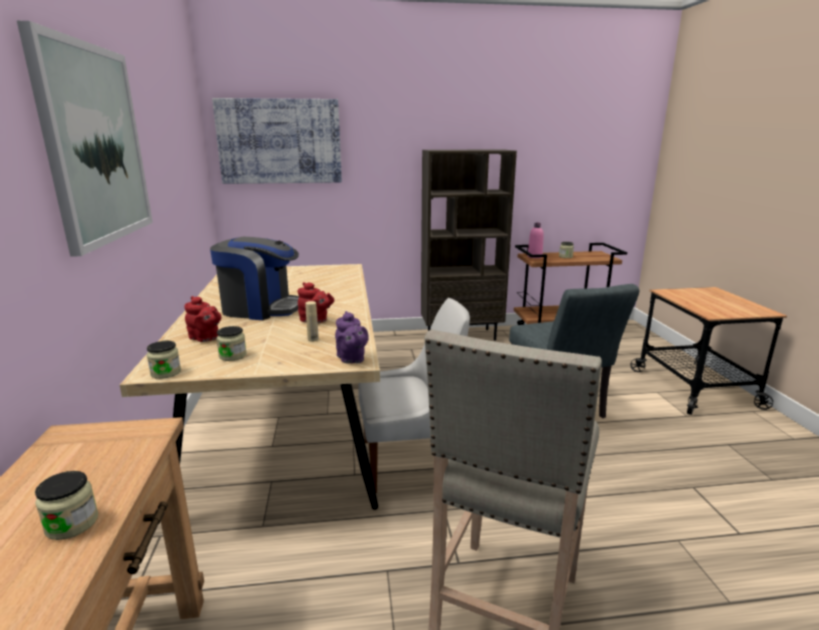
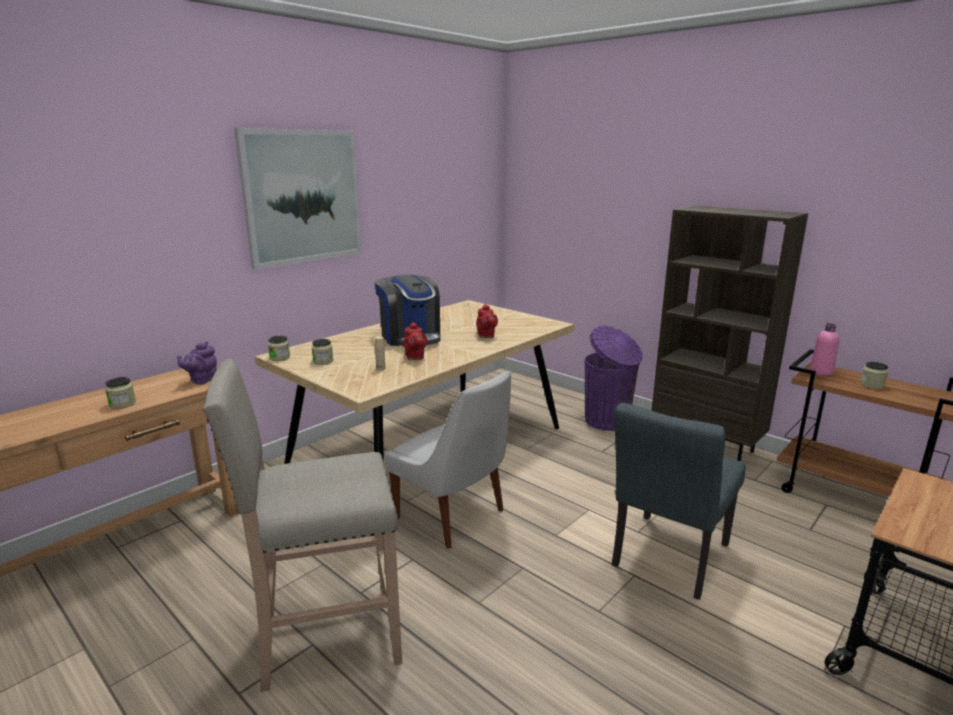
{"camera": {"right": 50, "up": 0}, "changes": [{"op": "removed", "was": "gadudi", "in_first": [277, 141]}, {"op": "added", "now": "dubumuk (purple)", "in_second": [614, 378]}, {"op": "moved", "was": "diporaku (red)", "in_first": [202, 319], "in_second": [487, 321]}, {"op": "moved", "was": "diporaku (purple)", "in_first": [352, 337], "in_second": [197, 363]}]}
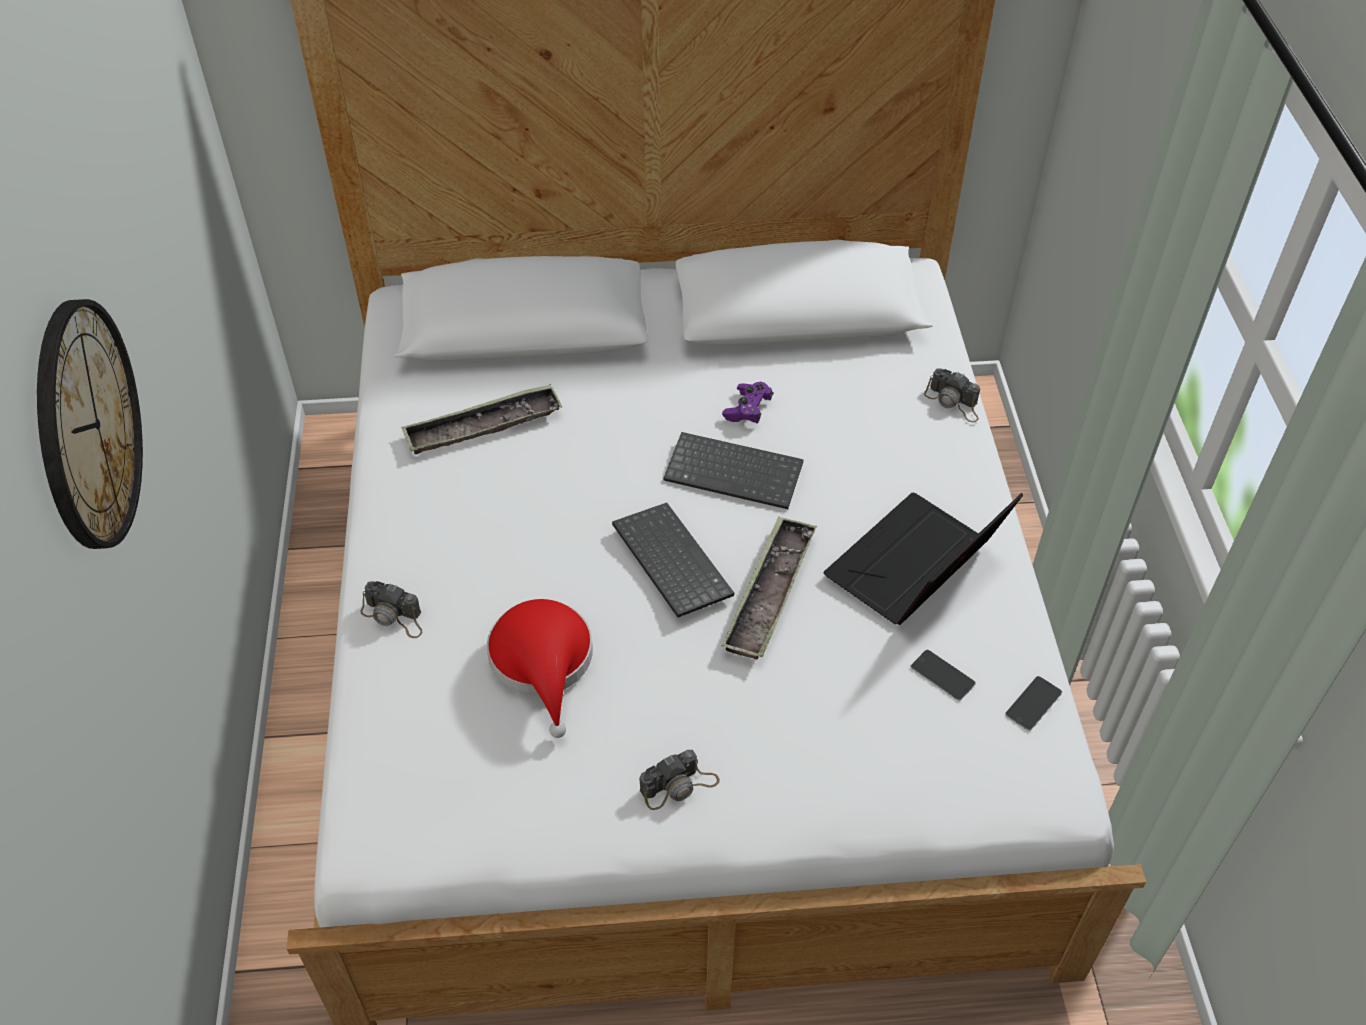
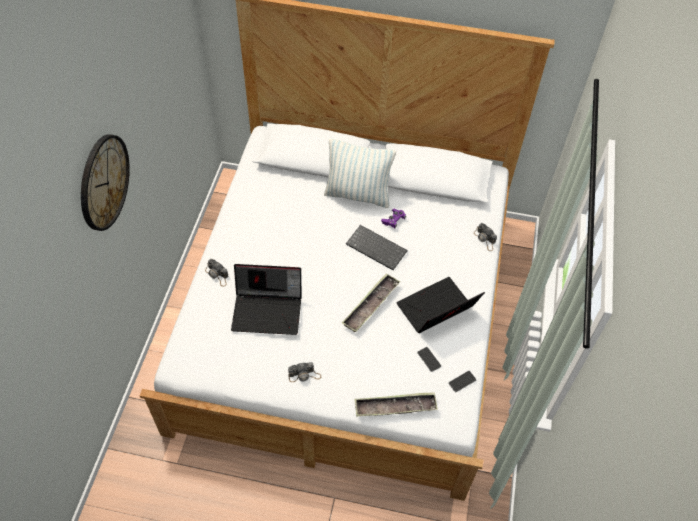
{"camera": {"right": 15, "up": 5}, "changes": [{"op": "removed", "was": "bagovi", "in_first": [673, 560]}, {"op": "added", "now": "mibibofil", "in_second": [360, 173]}, {"op": "moved", "was": "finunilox", "in_first": [481, 419], "in_second": [396, 404]}, {"op": "replaced", "was": "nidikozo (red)", "now": "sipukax", "in_first": [540, 668], "in_second": [266, 299]}]}
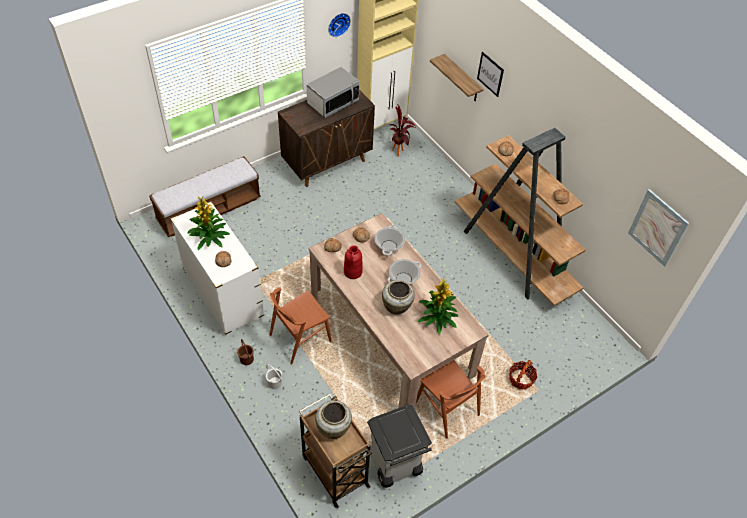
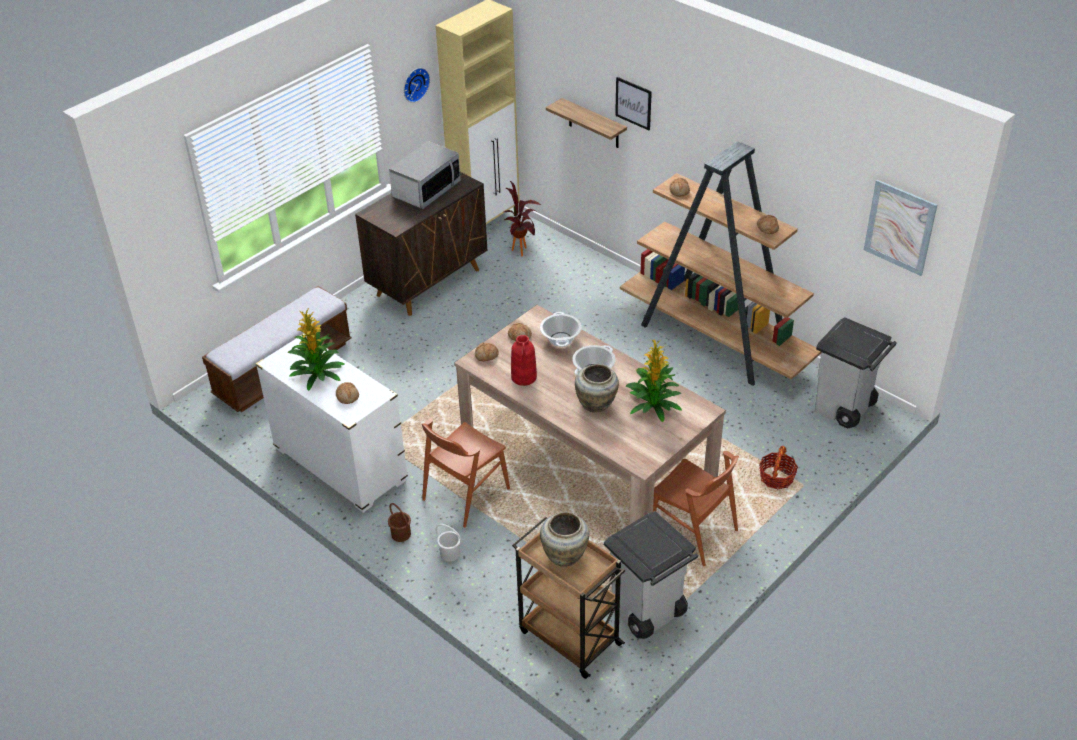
{"camera": {"right": -10, "up": -10}, "changes": [{"op": "added", "now": "dubumuk (grey)", "in_second": [856, 372]}]}
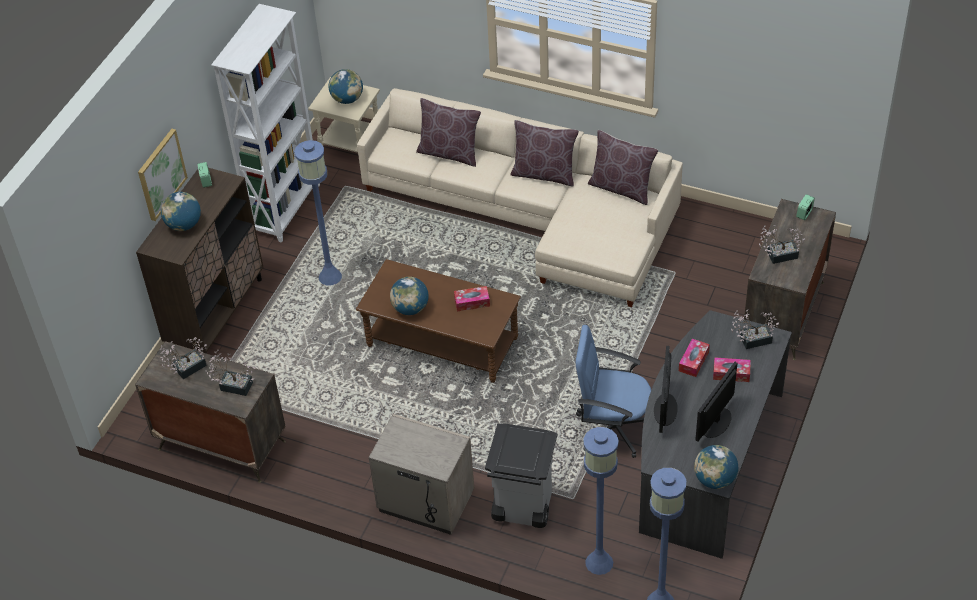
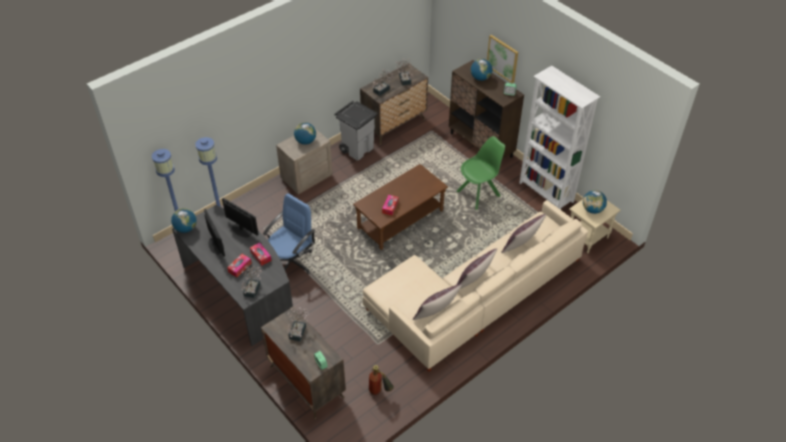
{"camera": {"right": 115, "up": 0}, "changes": [{"op": "added", "now": "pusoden", "in_second": [381, 380]}, {"op": "moved", "was": "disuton", "in_first": [409, 296], "in_second": [305, 133]}, {"op": "moved", "was": "dubumuk (grey)", "in_first": [521, 475], "in_second": [356, 131]}, {"op": "replaced", "was": "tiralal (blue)", "now": "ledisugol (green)", "in_first": [318, 212], "in_second": [481, 172]}]}
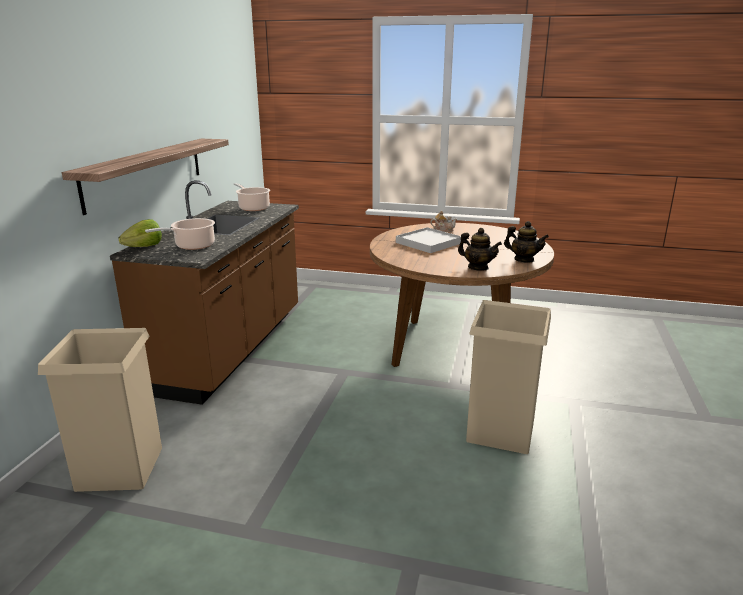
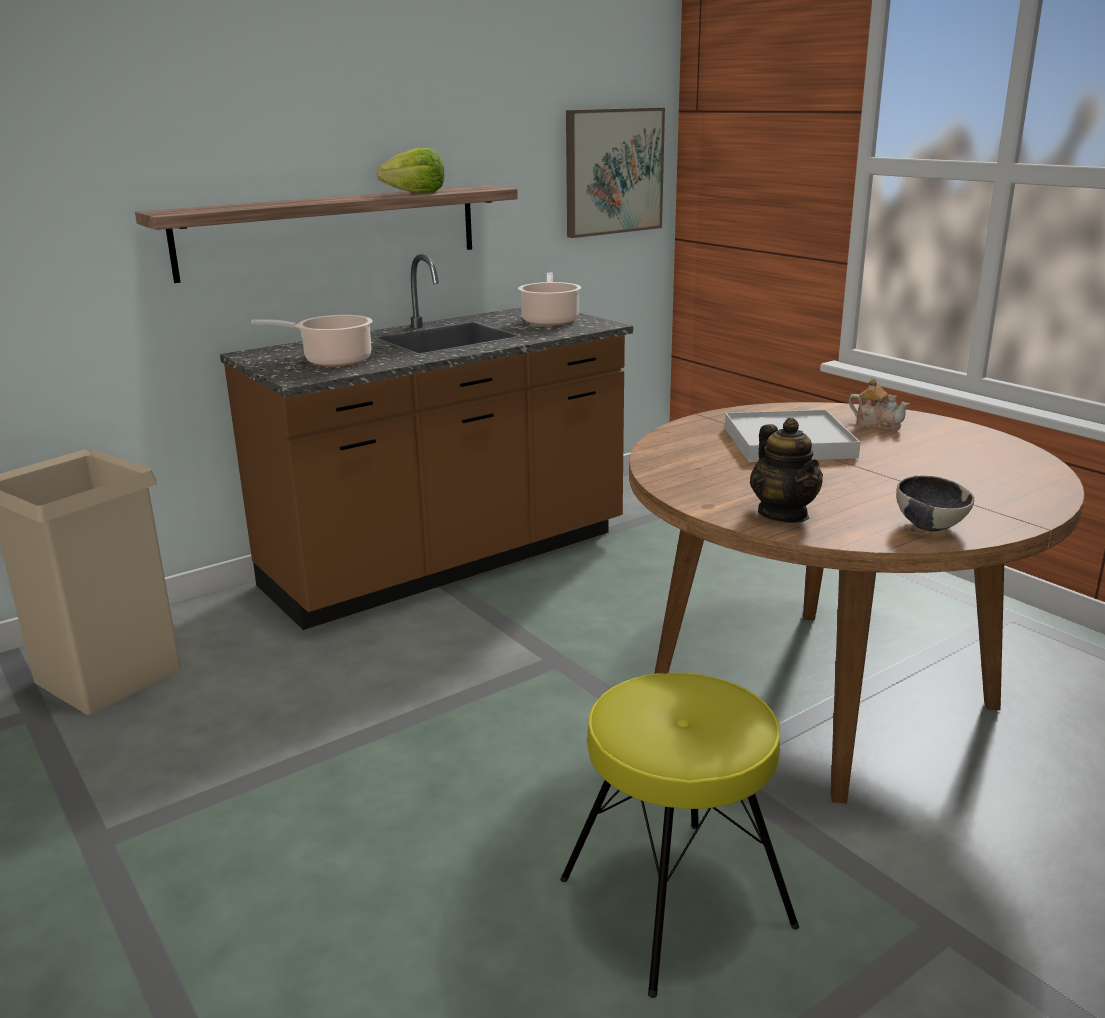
{"camera": {"right": 40, "up": 0}, "changes": [{"op": "added", "now": "gadudi", "in_second": [615, 173]}, {"op": "moved", "was": "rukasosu", "in_first": [140, 233], "in_second": [410, 170]}, {"op": "replaced", "was": "dubumuk (beige)", "now": "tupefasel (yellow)", "in_first": [508, 377], "in_second": [679, 835]}, {"op": "replaced", "was": "diporaku", "now": "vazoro", "in_first": [526, 241], "in_second": [935, 504]}]}
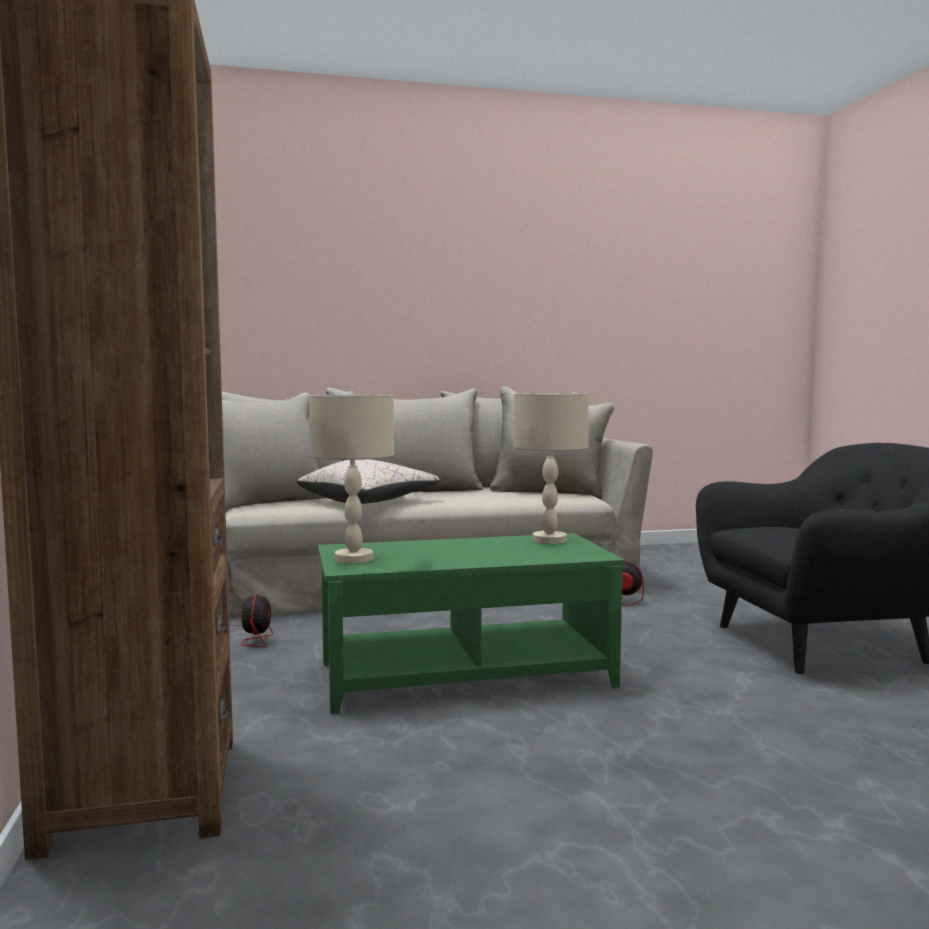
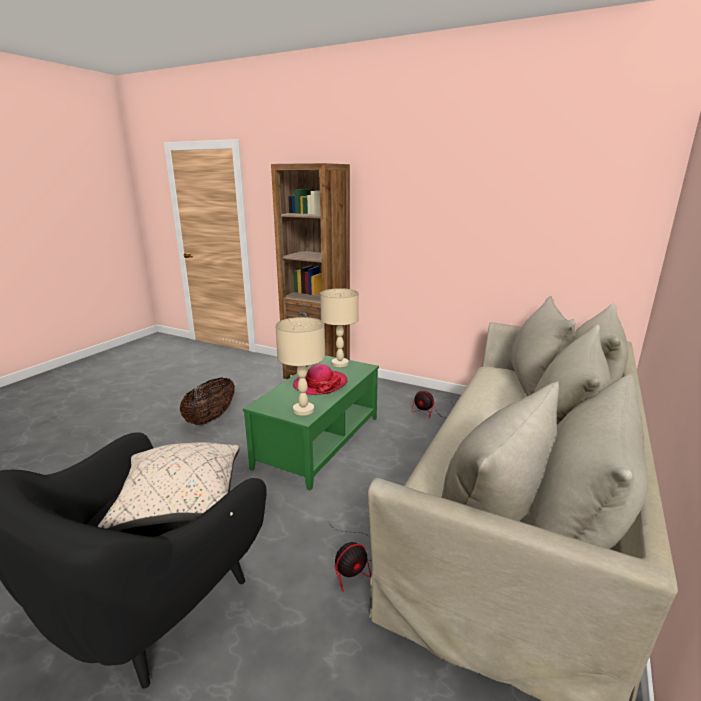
{"camera": {"right": 130, "up": 15}, "changes": [{"op": "added", "now": "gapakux", "in_second": [207, 401]}, {"op": "added", "now": "nidikozo", "in_second": [320, 379]}, {"op": "moved", "was": "mibibofil (beige)", "in_first": [368, 481], "in_second": [168, 486]}]}
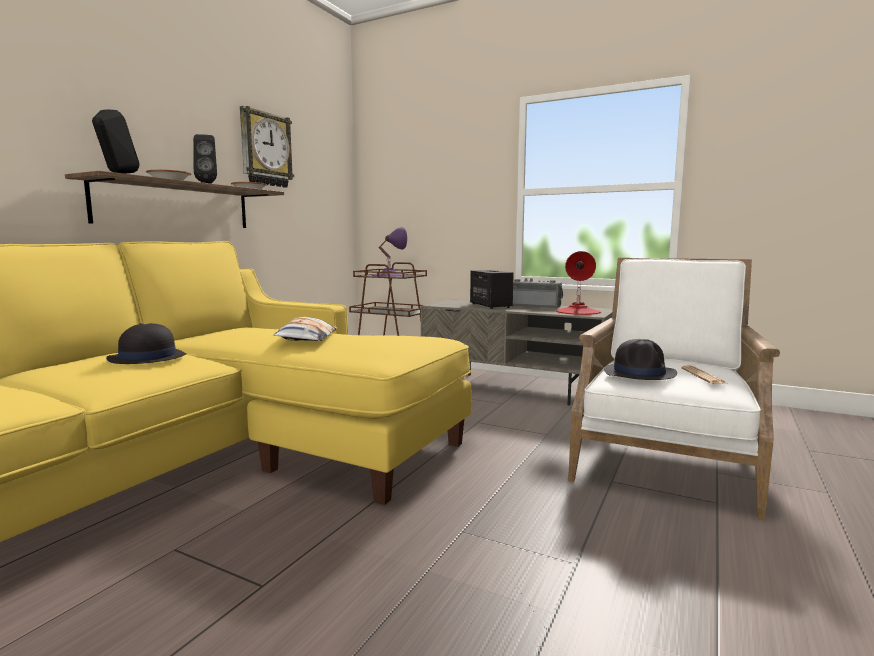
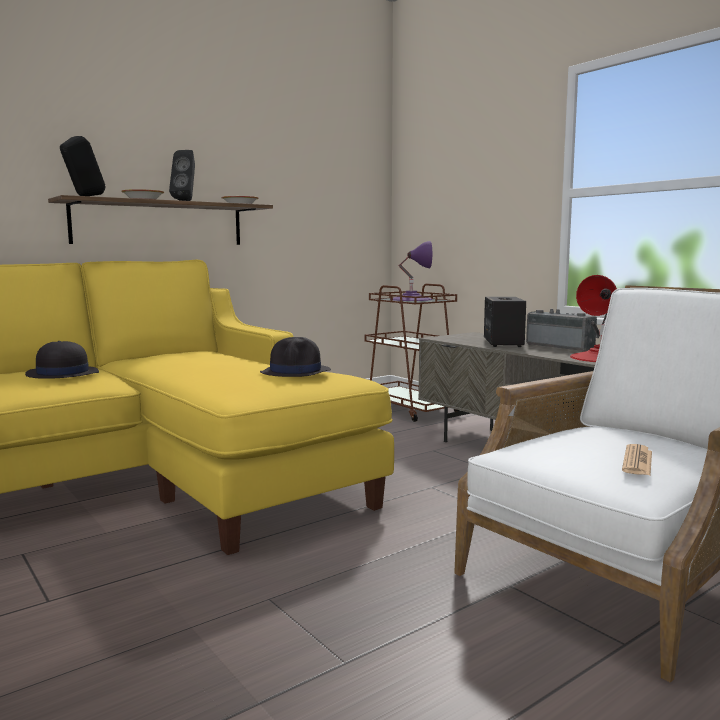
{"camera": {"right": 25, "up": 0}, "changes": [{"op": "removed", "was": "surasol", "in_first": [267, 147]}, {"op": "removed", "was": "mibibofil", "in_first": [305, 329]}, {"op": "moved", "was": "nidikozo (black)", "in_first": [640, 359], "in_second": [295, 357]}]}
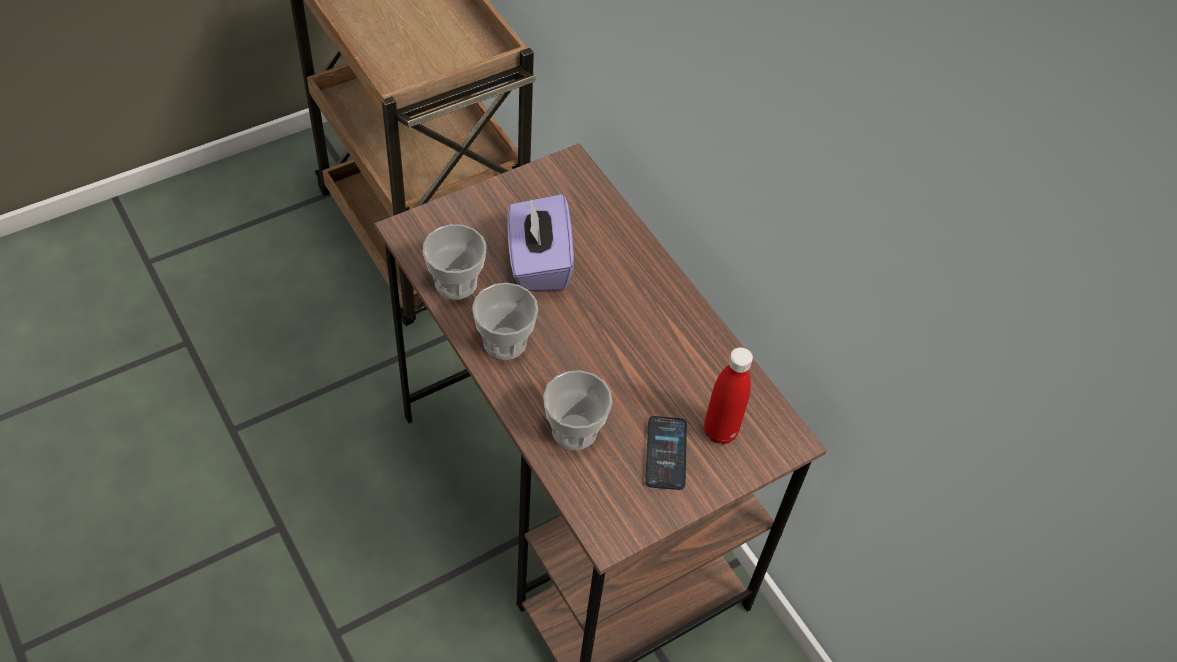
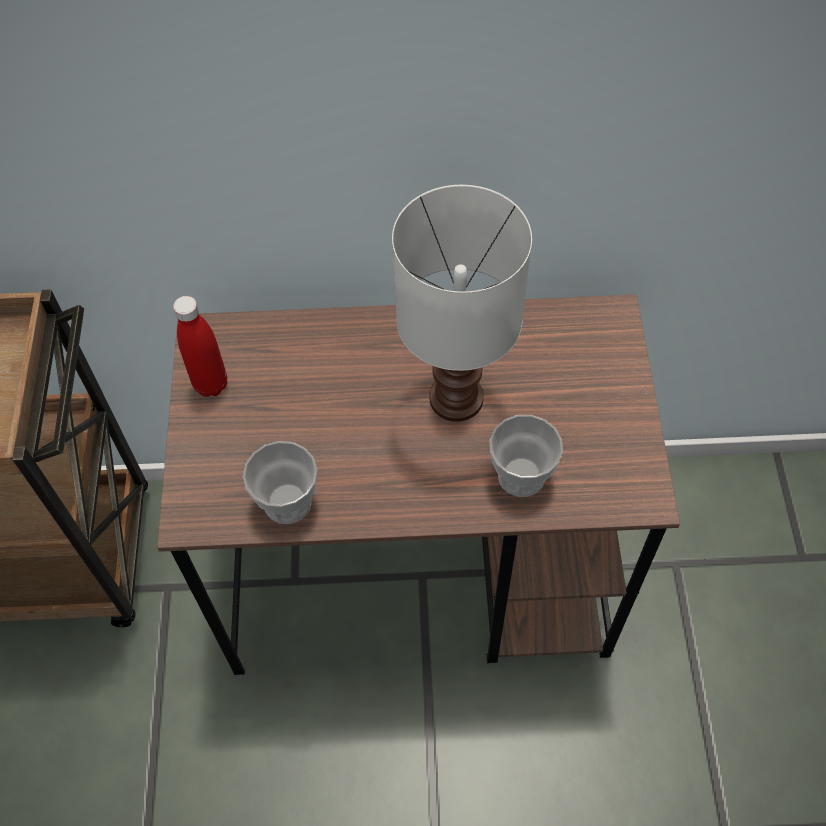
{"camera": {"right": -55, "up": 5}, "changes": [{"op": "removed", "was": "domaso", "in_first": [505, 321]}, {"op": "removed", "was": "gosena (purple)", "in_first": [540, 242]}, {"op": "removed", "was": "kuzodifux", "in_first": [666, 453]}, {"op": "added", "now": "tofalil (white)", "in_second": [462, 303]}, {"op": "moved", "was": "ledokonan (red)", "in_first": [728, 395], "in_second": [200, 346]}]}
